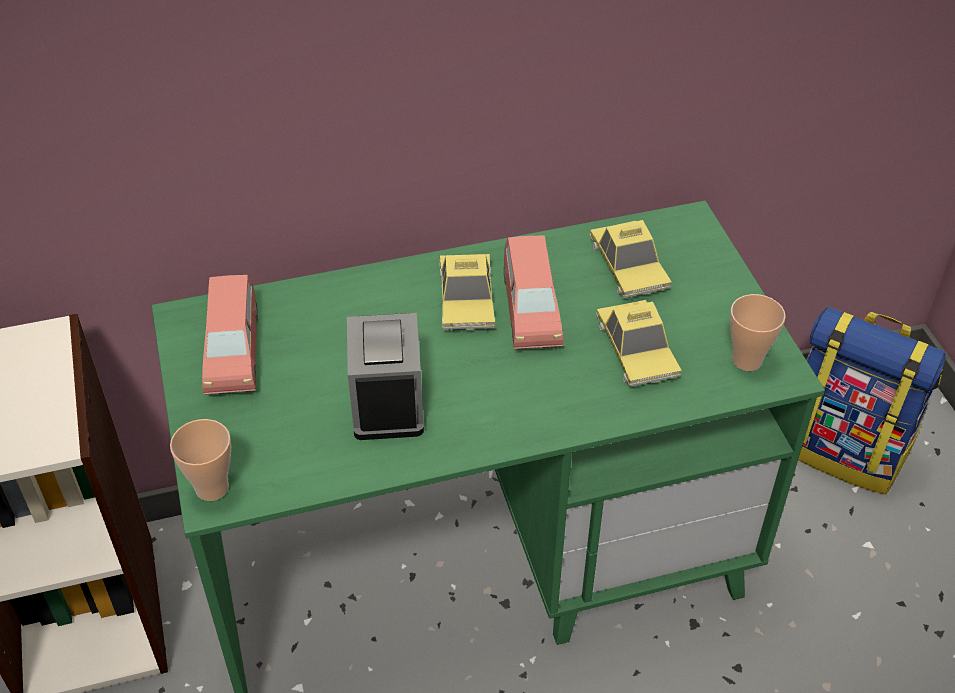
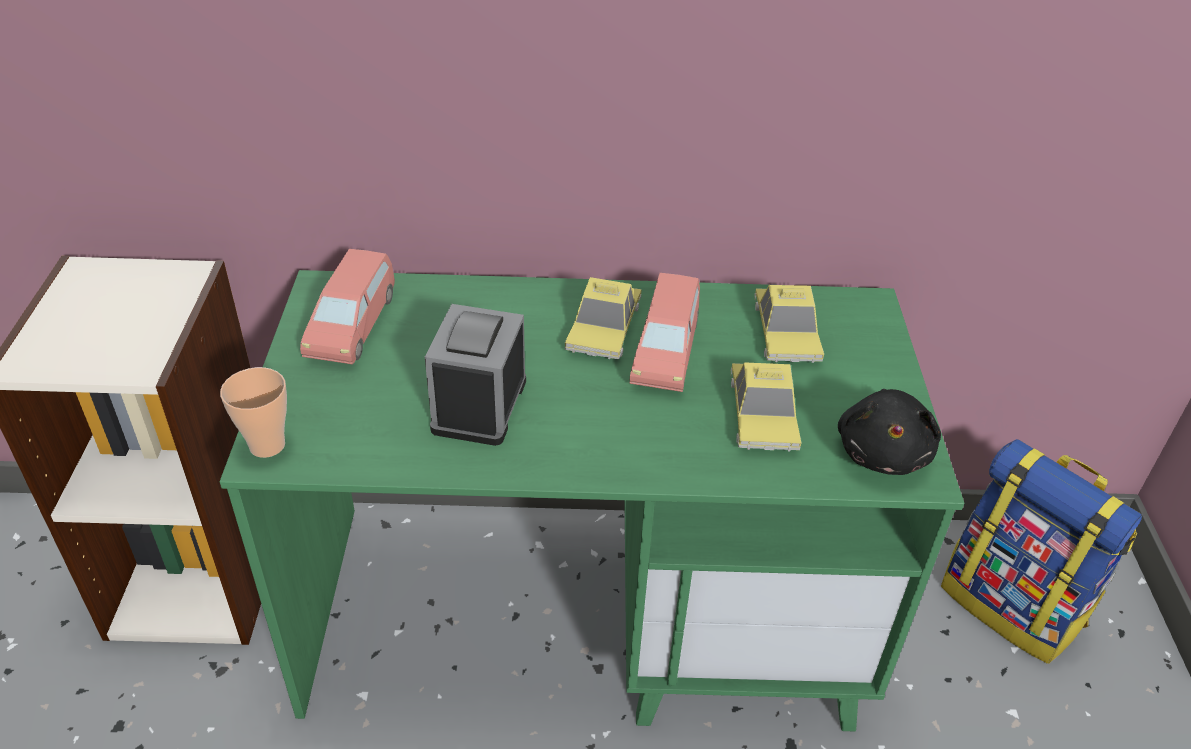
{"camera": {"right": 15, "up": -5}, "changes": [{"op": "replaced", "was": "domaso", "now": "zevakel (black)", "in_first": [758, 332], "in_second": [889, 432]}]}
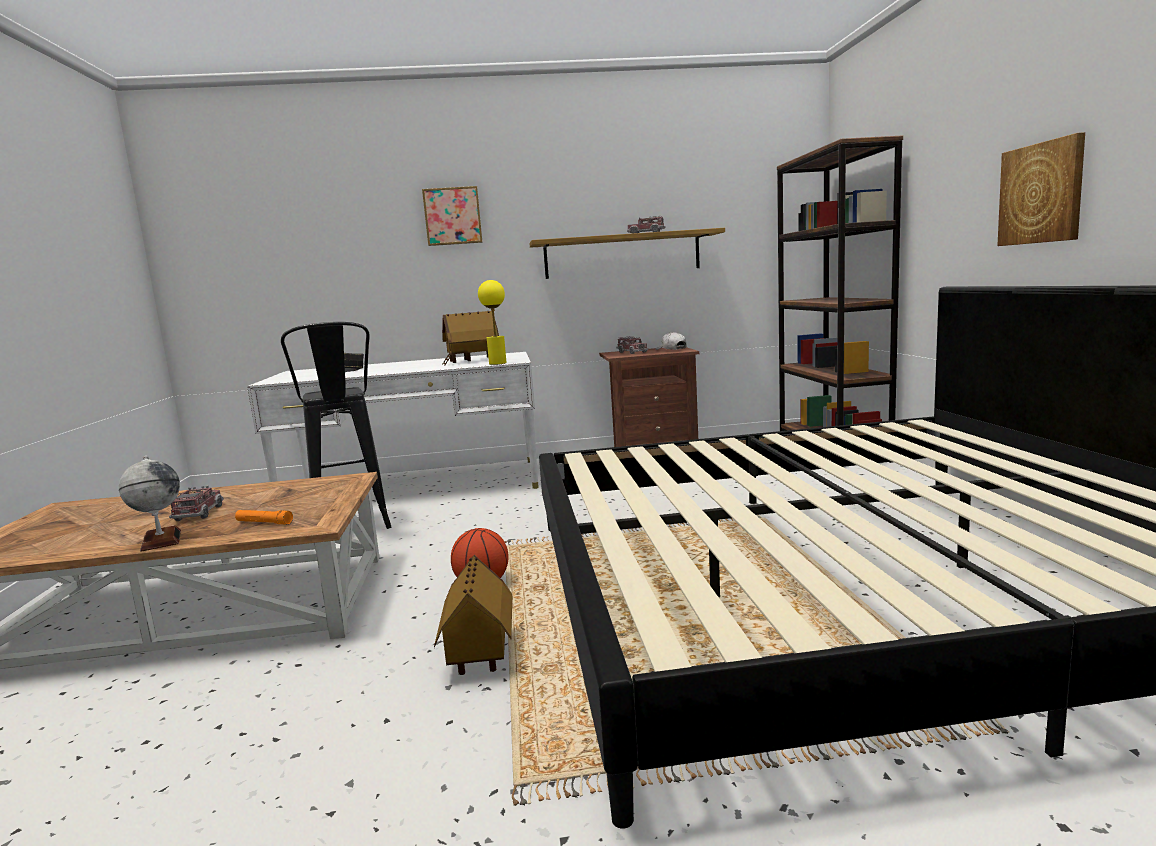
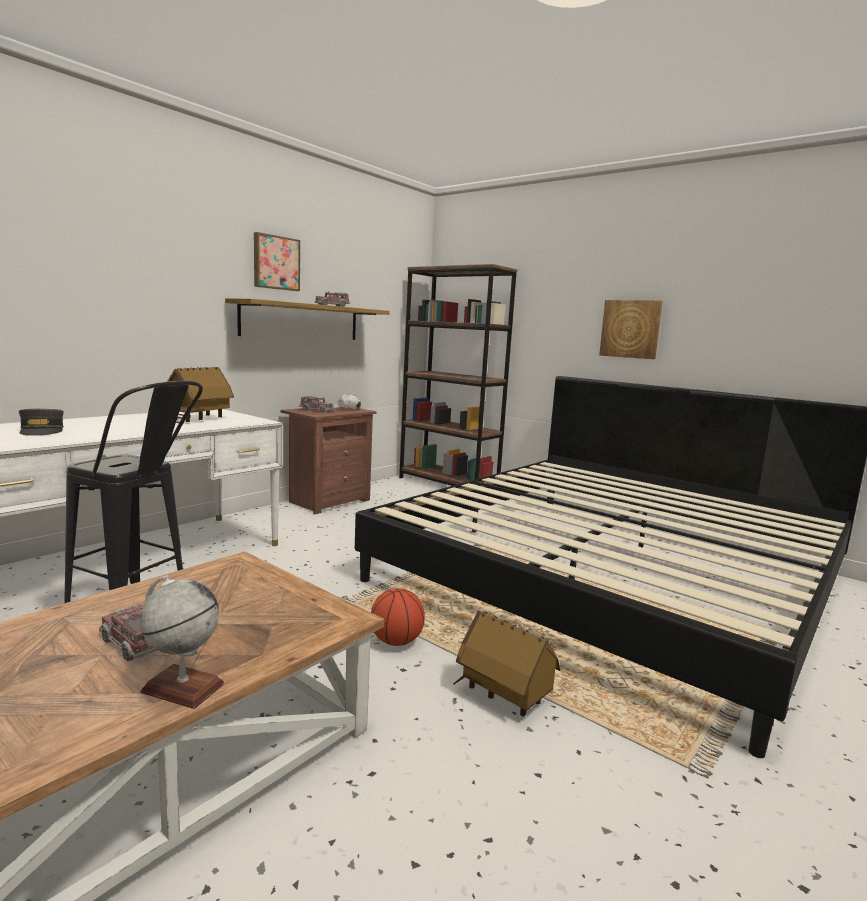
{"camera": {"right": -45, "up": 0}, "changes": [{"op": "removed", "was": "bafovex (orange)", "in_first": [264, 517]}, {"op": "removed", "was": "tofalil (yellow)", "in_first": [492, 322]}, {"op": "moved", "was": "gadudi", "in_first": [452, 216], "in_second": [277, 261]}]}
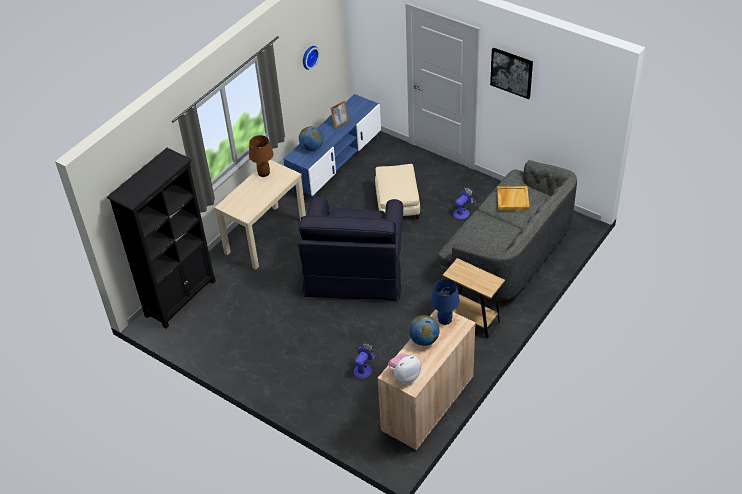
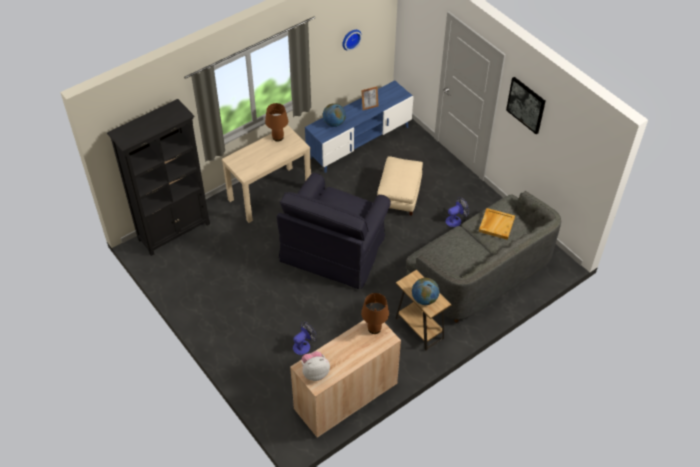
{"camera": {"right": 15, "up": 5}, "changes": [{"op": "moved", "was": "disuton", "in_first": [424, 330], "in_second": [425, 291]}, {"op": "recoloured", "was": "tofalil (blue)", "now": "tofalil (brown)", "in_first": [445, 302], "in_second": [375, 313]}]}
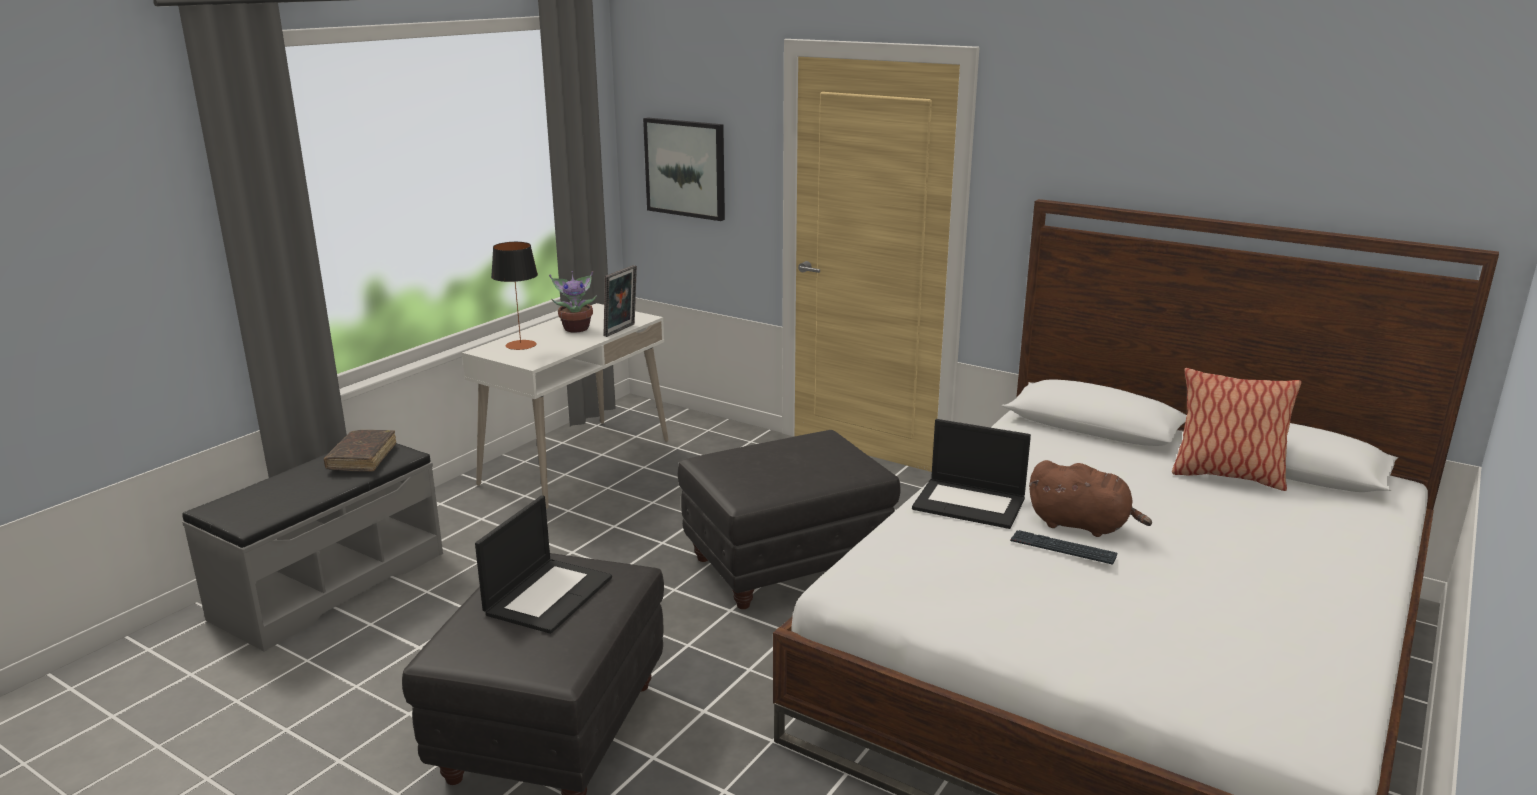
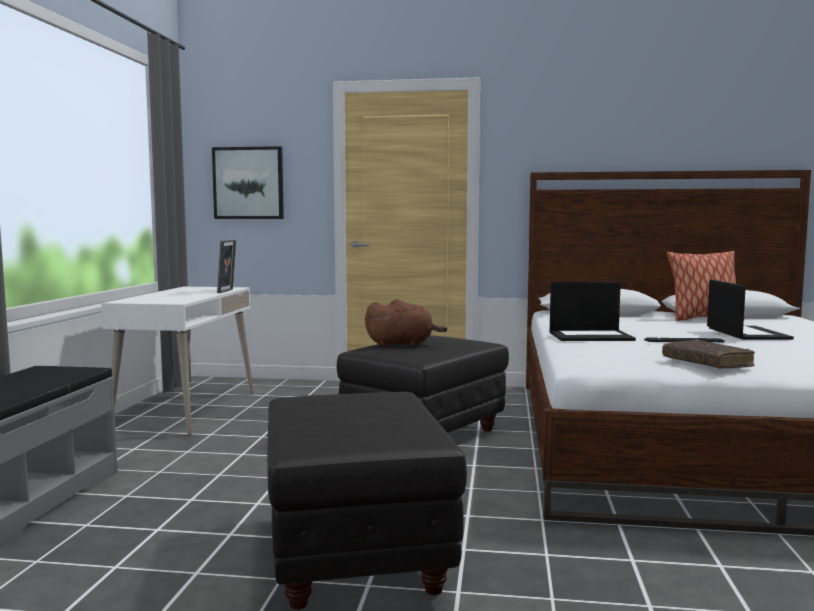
{"camera": {"right": -25, "up": -15}, "changes": [{"op": "removed", "was": "tofalil", "in_first": [514, 296]}, {"op": "removed", "was": "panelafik", "in_first": [573, 302]}, {"op": "moved", "was": "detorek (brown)", "in_first": [360, 451], "in_second": [708, 354]}, {"op": "moved", "was": "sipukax", "in_first": [543, 564], "in_second": [750, 309]}, {"op": "moved", "was": "zevakel (brown)", "in_first": [1090, 498], "in_second": [406, 323]}]}
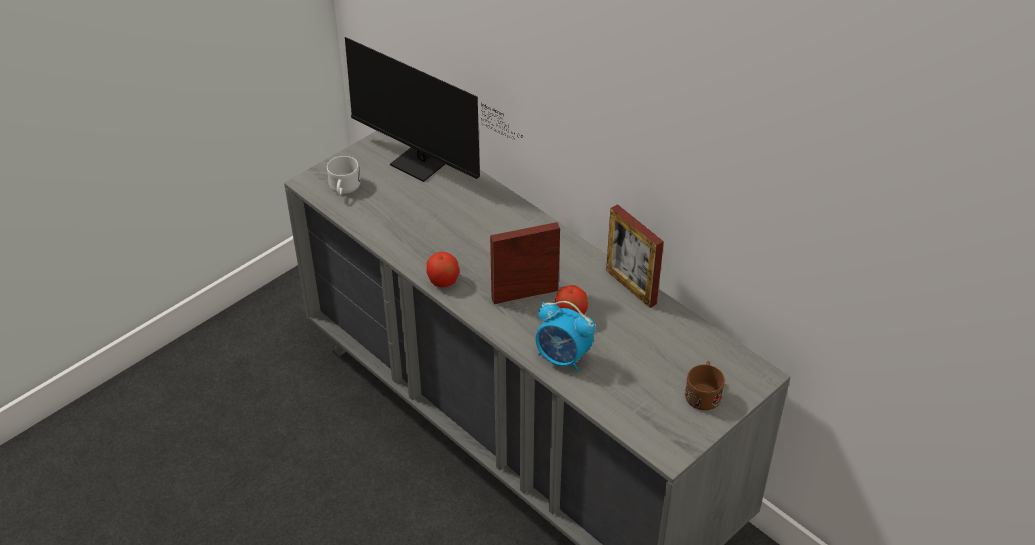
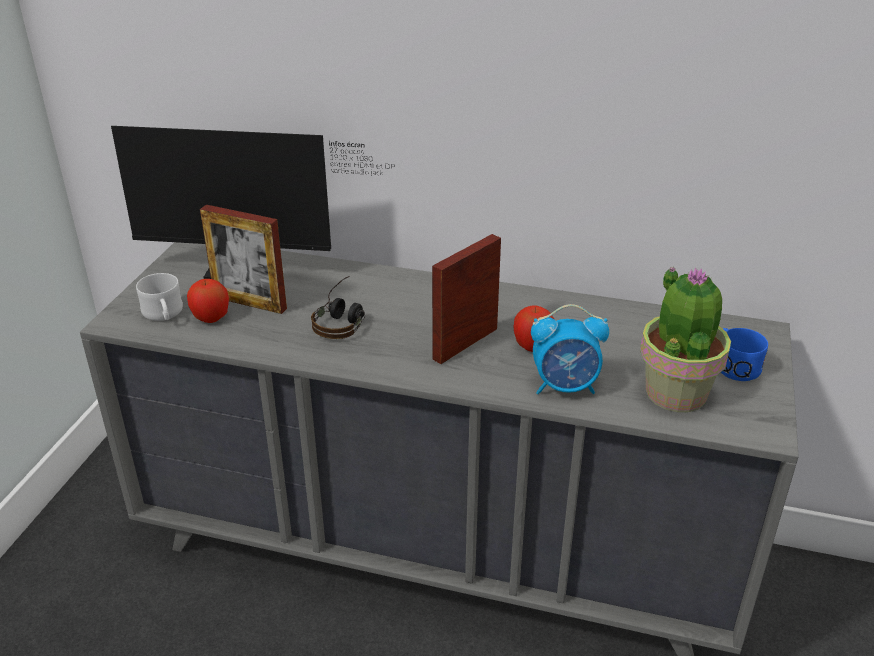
{"camera": {"right": -30, "up": -10}, "changes": [{"op": "added", "now": "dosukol", "in_second": [338, 307]}, {"op": "added", "now": "panelafik", "in_second": [685, 339]}, {"op": "moved", "was": "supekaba", "in_first": [442, 269], "in_second": [208, 301]}, {"op": "moved", "was": "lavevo", "in_first": [635, 256], "in_second": [243, 259]}, {"op": "recoloured", "was": "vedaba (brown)", "now": "vedaba (blue)", "in_first": [705, 385], "in_second": [744, 354]}]}
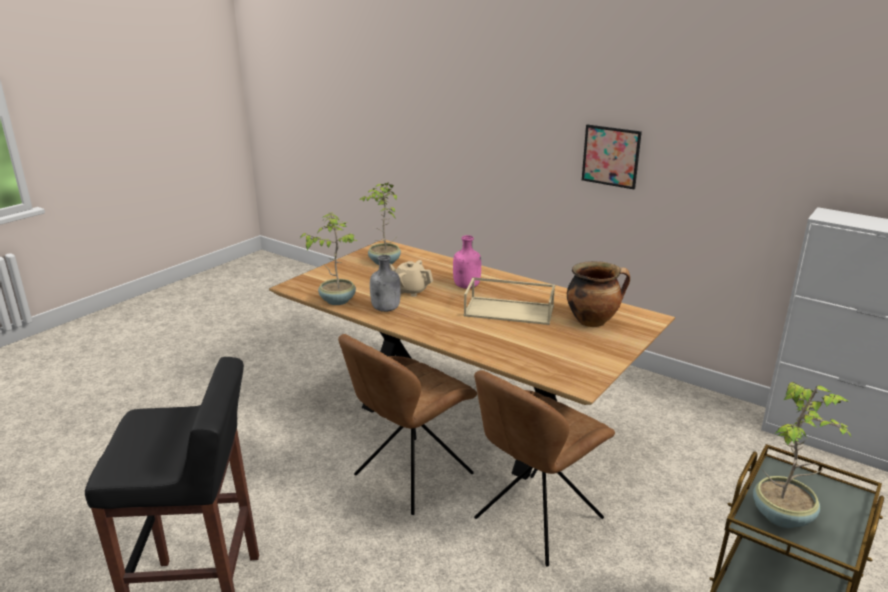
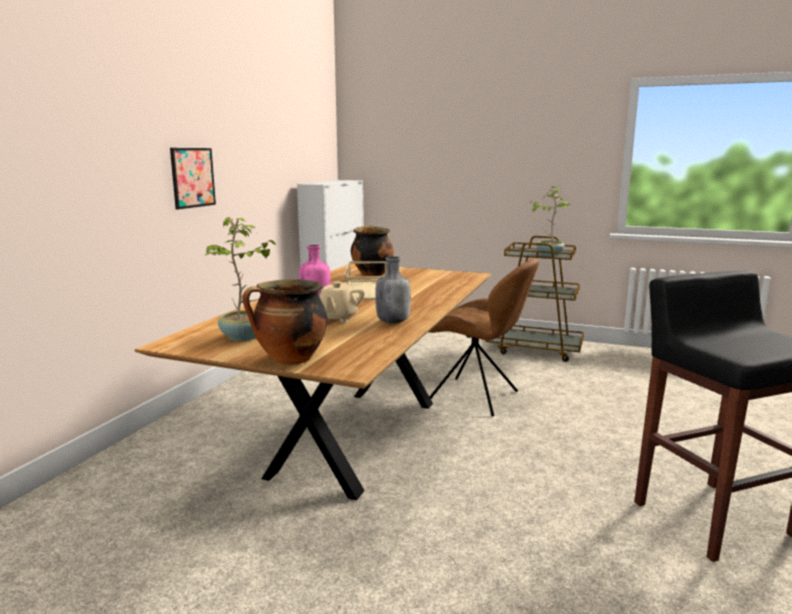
{"camera": {"right": -105, "up": -10}, "changes": [{"op": "removed", "was": "panelafik", "in_first": [328, 258]}, {"op": "removed", "was": "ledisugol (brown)", "in_first": [407, 424]}, {"op": "added", "now": "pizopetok", "in_second": [284, 322]}]}
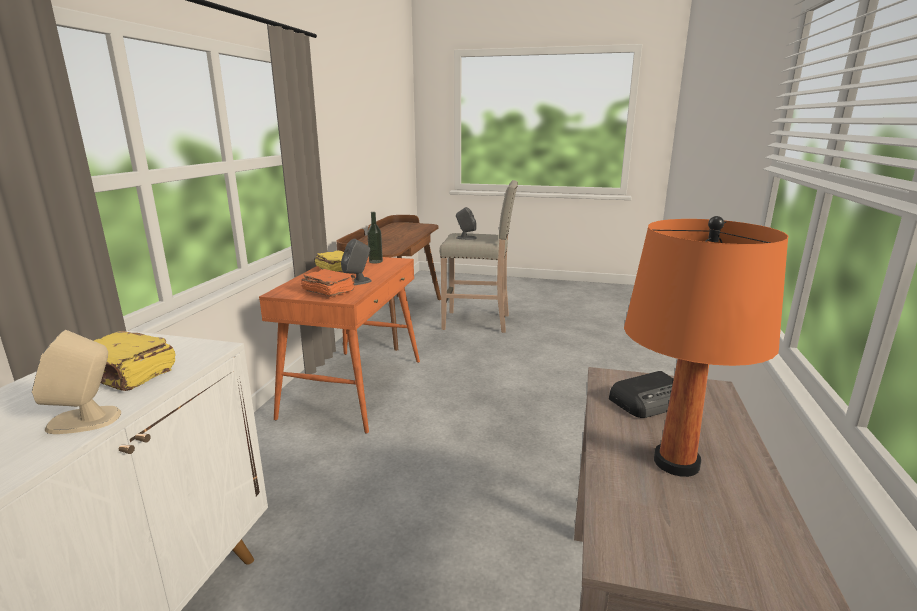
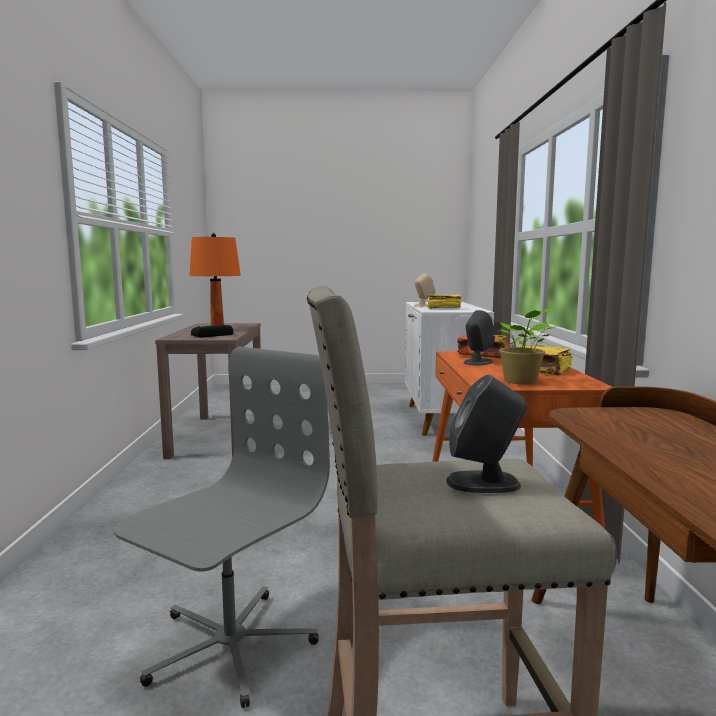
{"camera": {"right": 165, "up": -10}, "changes": [{"op": "added", "now": "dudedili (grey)", "in_second": [222, 527]}, {"op": "replaced", "was": "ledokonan", "now": "panelafik", "in_first": [375, 237], "in_second": [525, 346]}]}
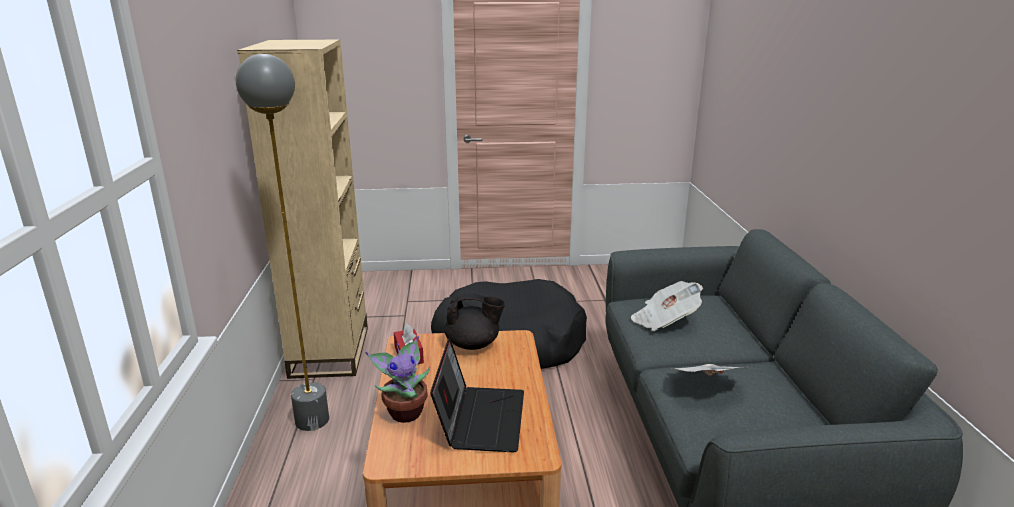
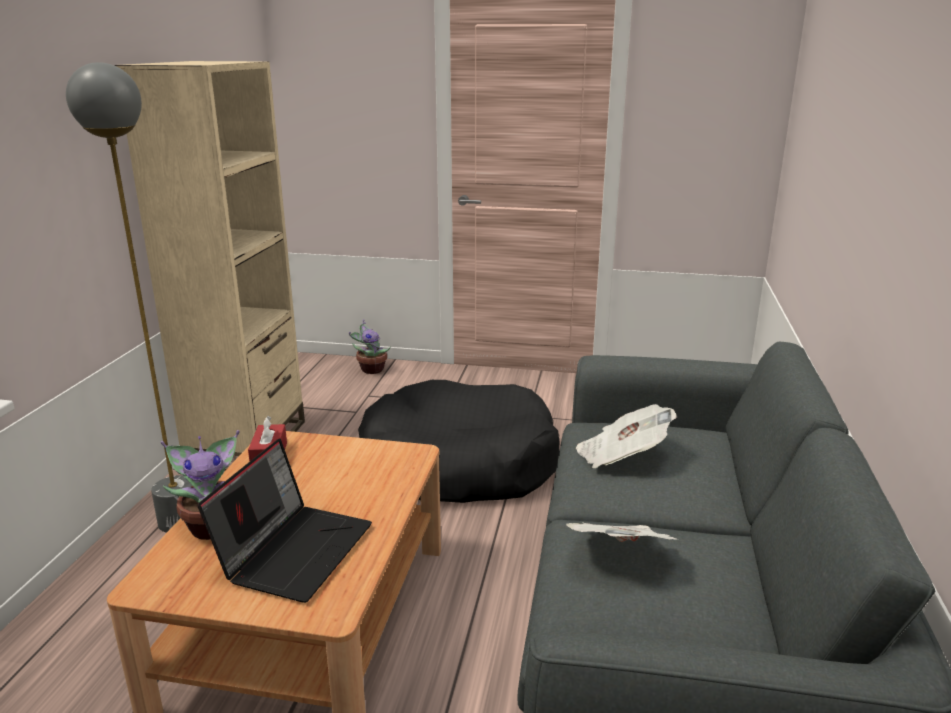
{"camera": {"right": 15, "up": 0}, "changes": [{"op": "removed", "was": "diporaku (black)", "in_first": [474, 321]}, {"op": "added", "now": "panelafik", "in_second": [370, 346]}]}
